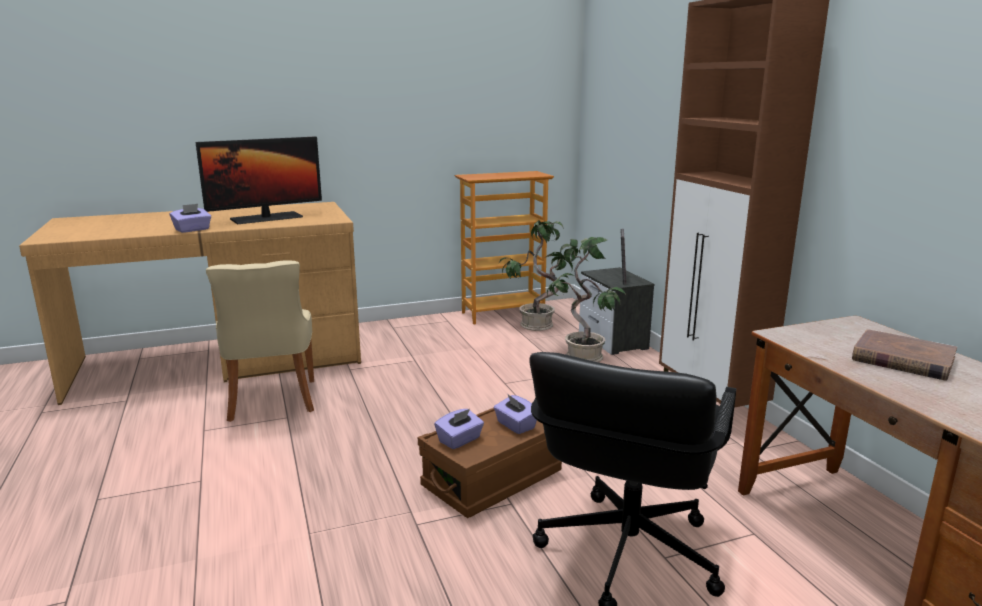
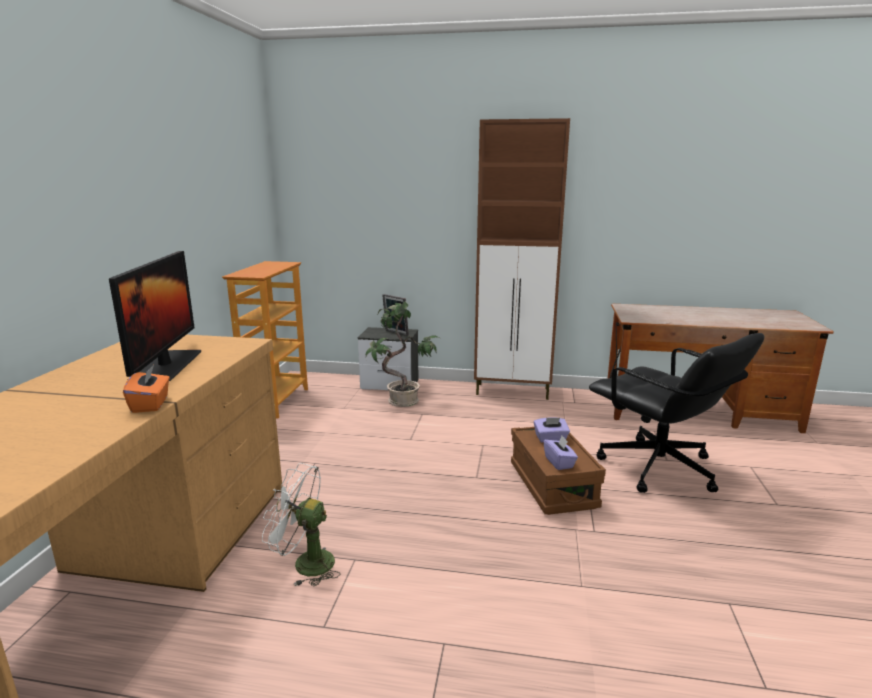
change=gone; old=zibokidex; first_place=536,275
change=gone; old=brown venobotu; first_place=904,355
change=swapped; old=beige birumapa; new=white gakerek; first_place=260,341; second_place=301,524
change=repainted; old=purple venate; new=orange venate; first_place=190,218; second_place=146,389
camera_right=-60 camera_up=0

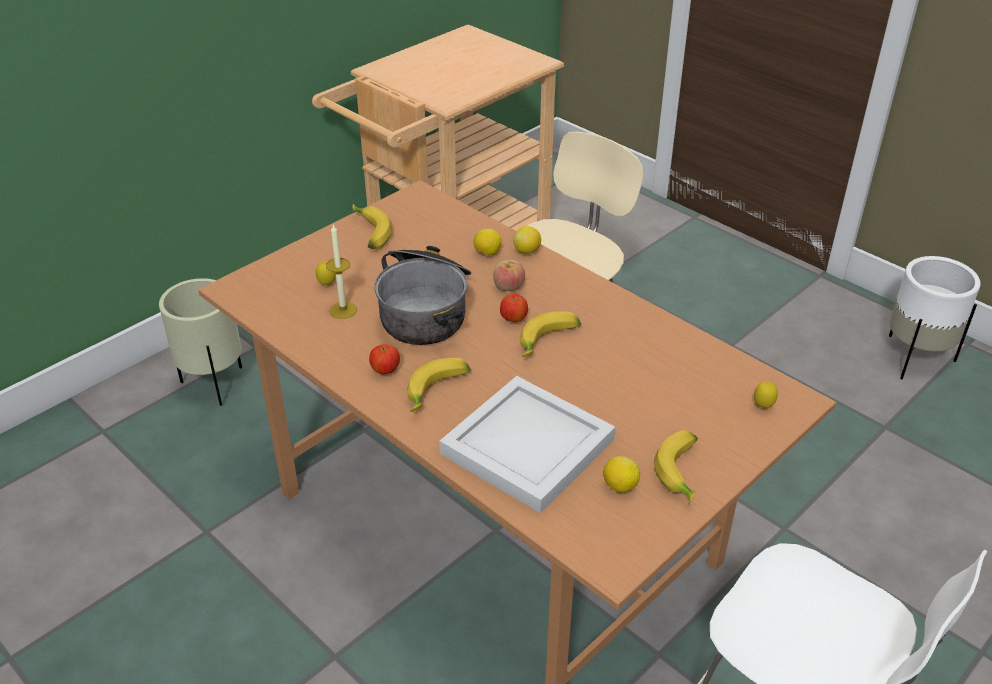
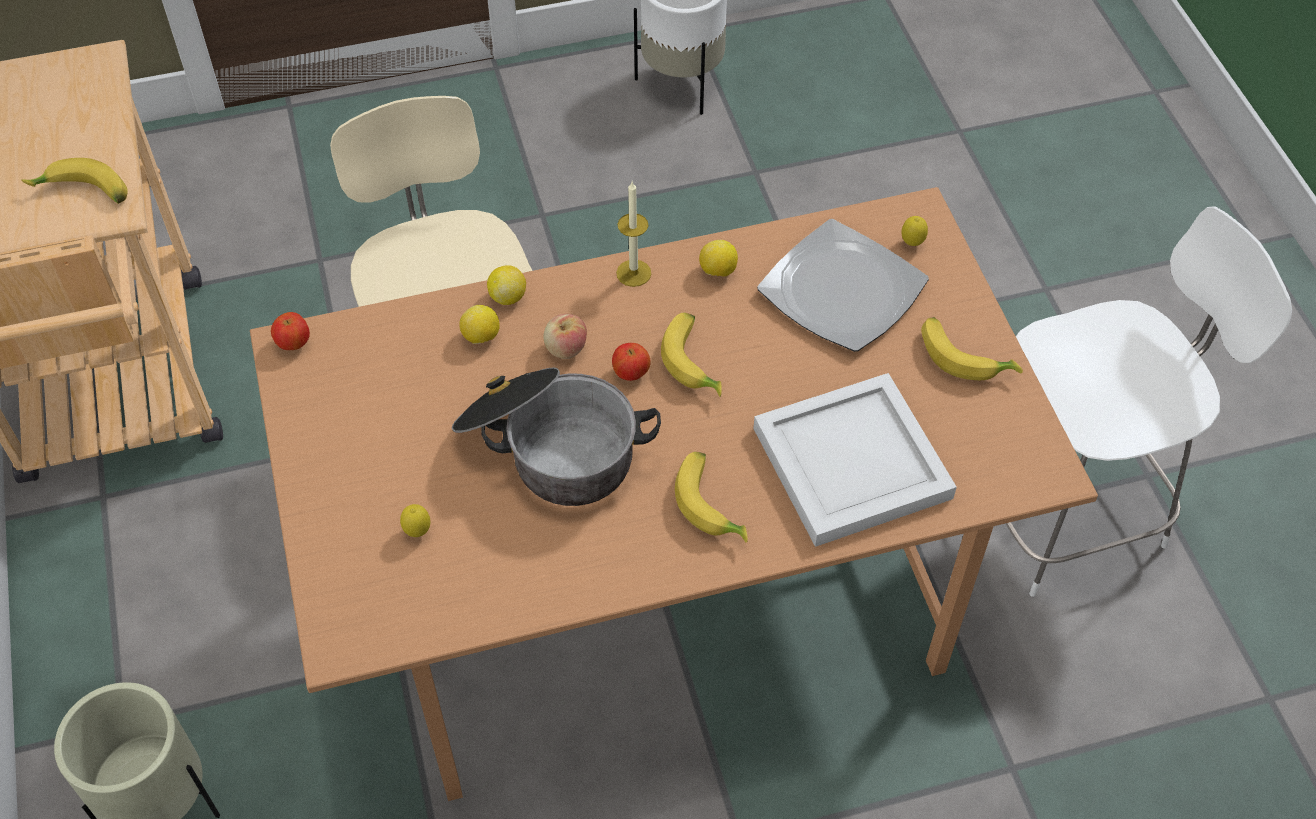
change=new; new=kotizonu; second_place=843,285
change=shifted; old=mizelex; first_place=341,272; second_place=633,234
change=shifted; old=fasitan; first_place=372,227; second_place=74,181
change=shifted; old=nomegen; first_place=384,359; second_place=290,331
change=shifted; old=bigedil; first_place=621,474; second_place=718,258
camera_right=-60 camera_up=15

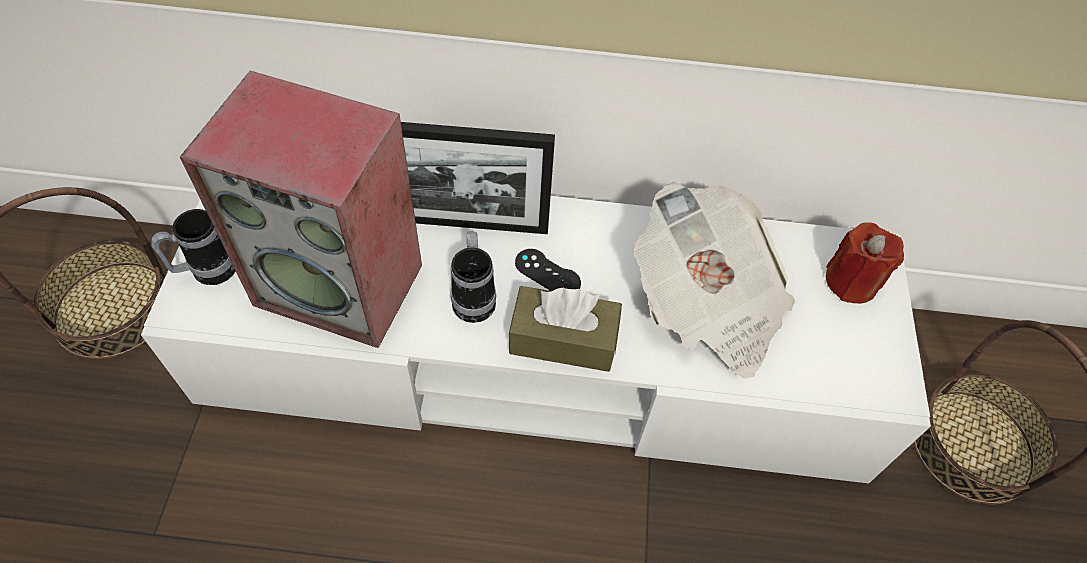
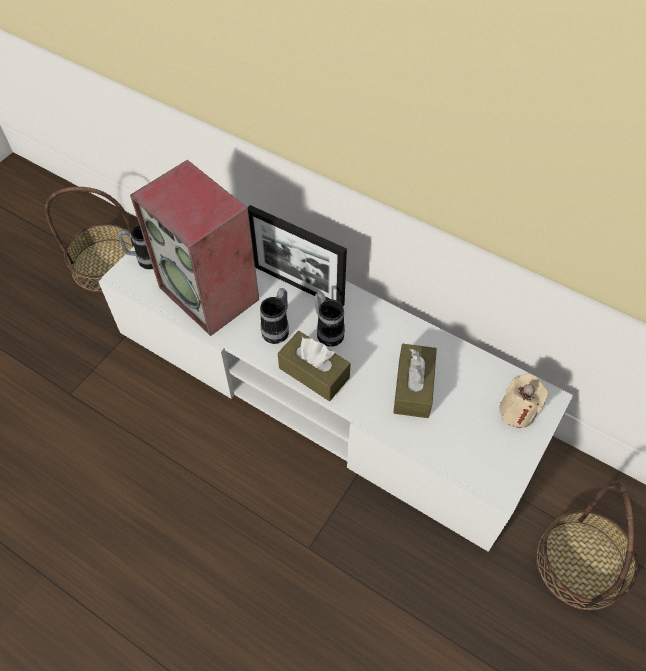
change=swapped; old=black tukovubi; new=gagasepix; first_place=548,270; second_place=330,319
change=swapped; old=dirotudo; new=brown venate; first_place=714,280; second_place=415,381
change=repainted; old=red mizelex; new=beige mizelex; first_place=865,263; second_place=523,401
camera_right=30 camera_up=0

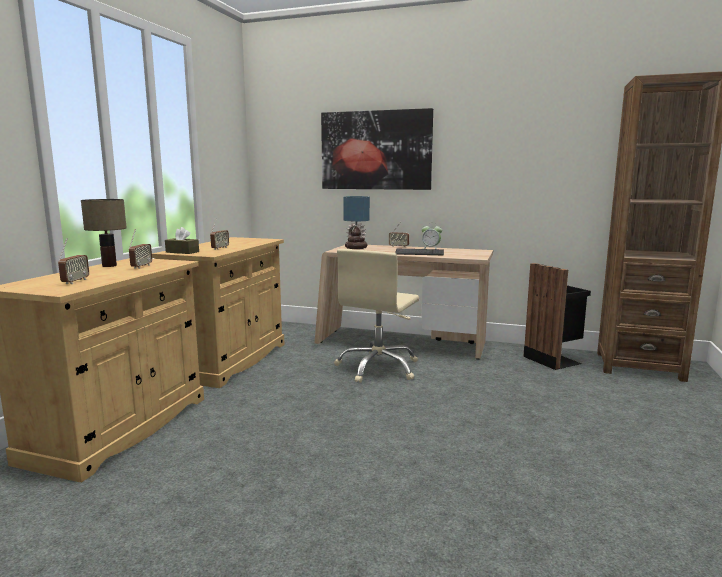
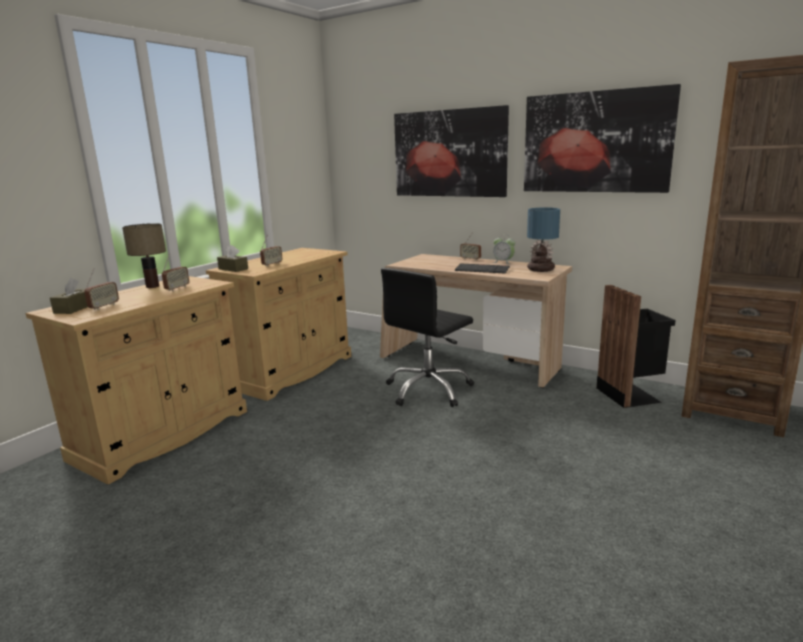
change=new; new=brown venate; second_place=69,296
change=new; new=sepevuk; second_place=602,138
change=shifted; old=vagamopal; first_place=356,222; second_place=543,239
change=repainted; old=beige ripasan; new=black ripasan; first_place=376,316; second_place=427,337
camera_right=15 camera_up=5

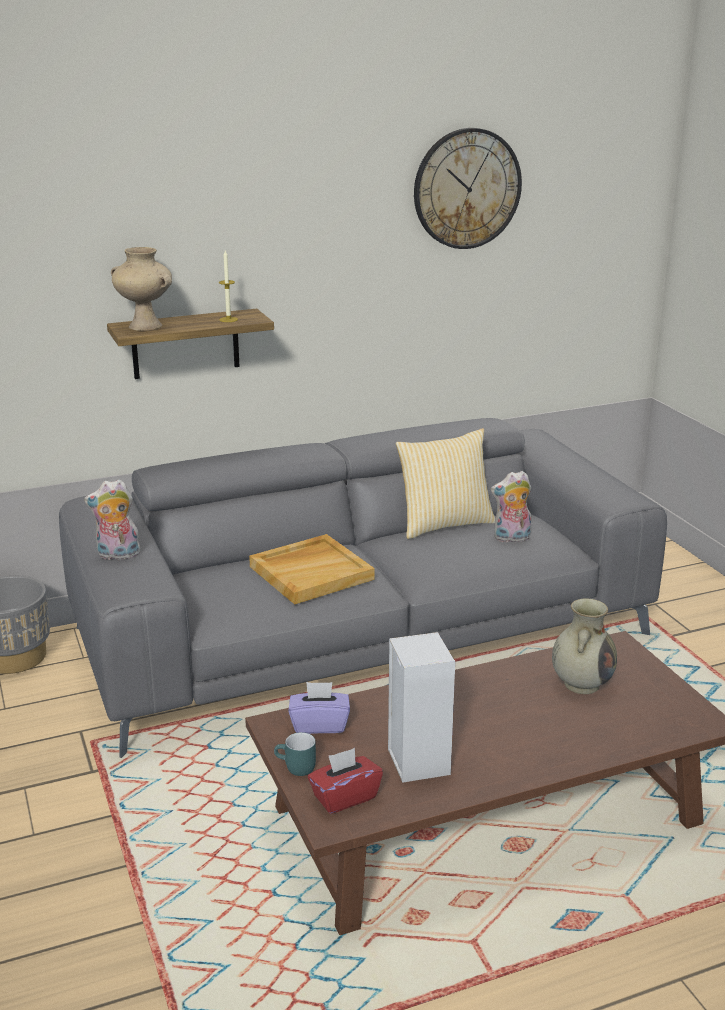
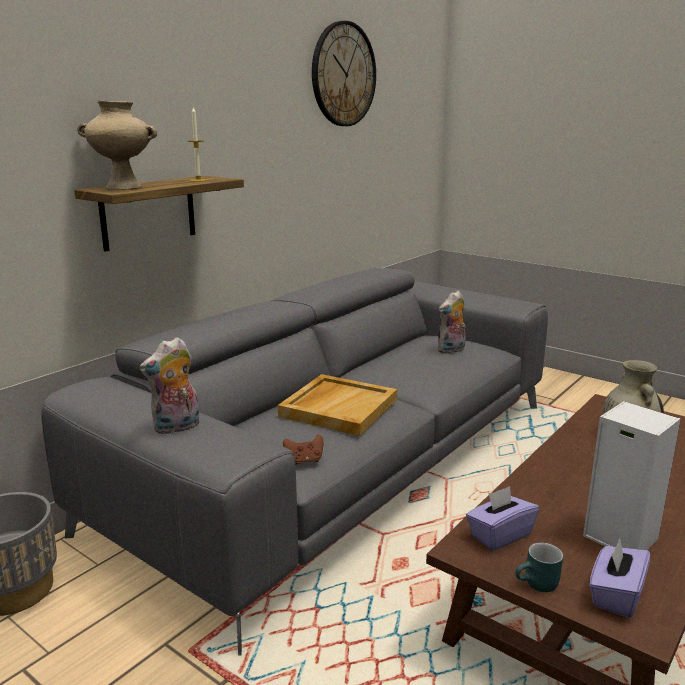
change=gone; old=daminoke; first_place=445,483
change=new; new=brown tukovubi; second_place=303,449
change=repainted; old=red venate; new=purple venate; first_place=345,781; second_place=619,578
camera_right=-30 camera_up=-5

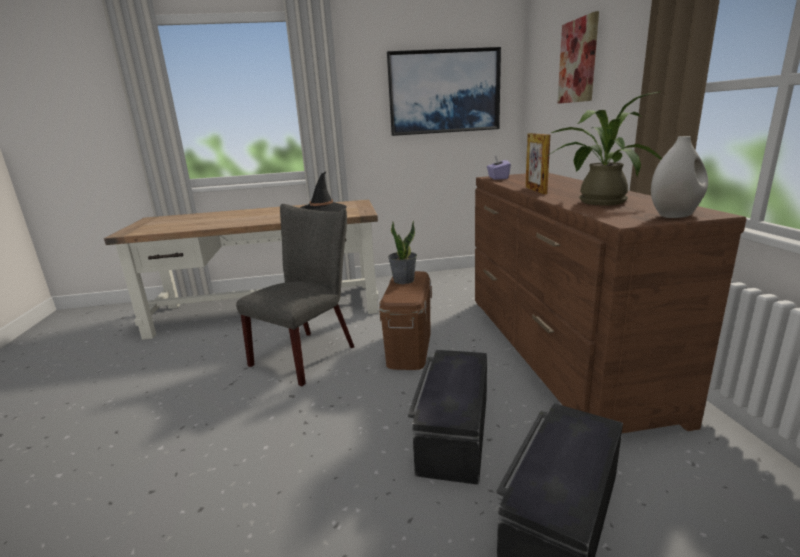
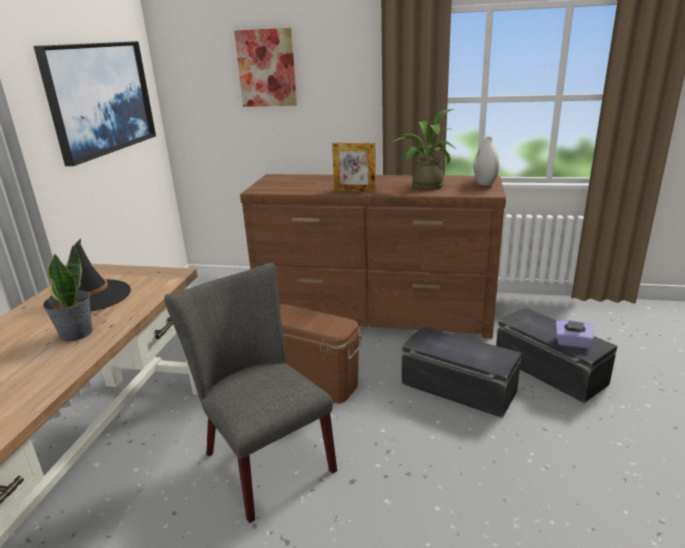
change=shifted; old=zibokidex; first_place=402,252; second_place=68,293
change=shifted; old=purple venate; first_place=499,167; second_place=575,334
camera_right=-70 camera_up=5

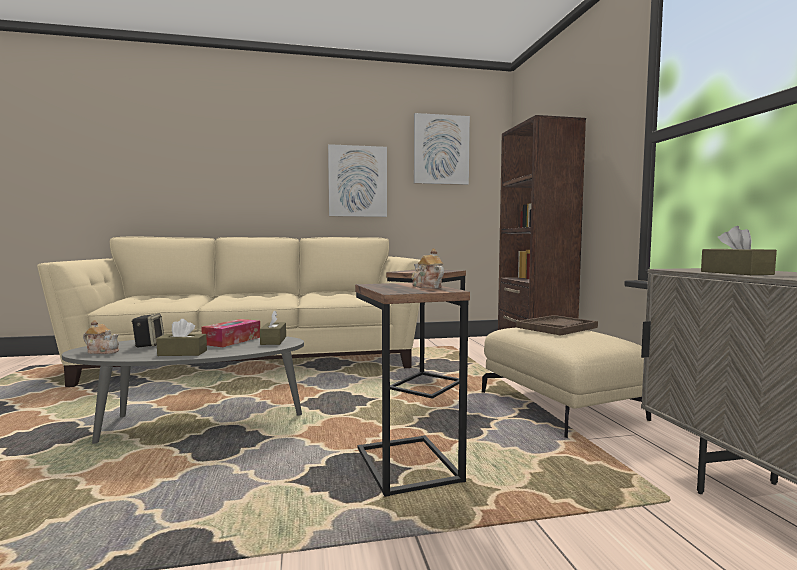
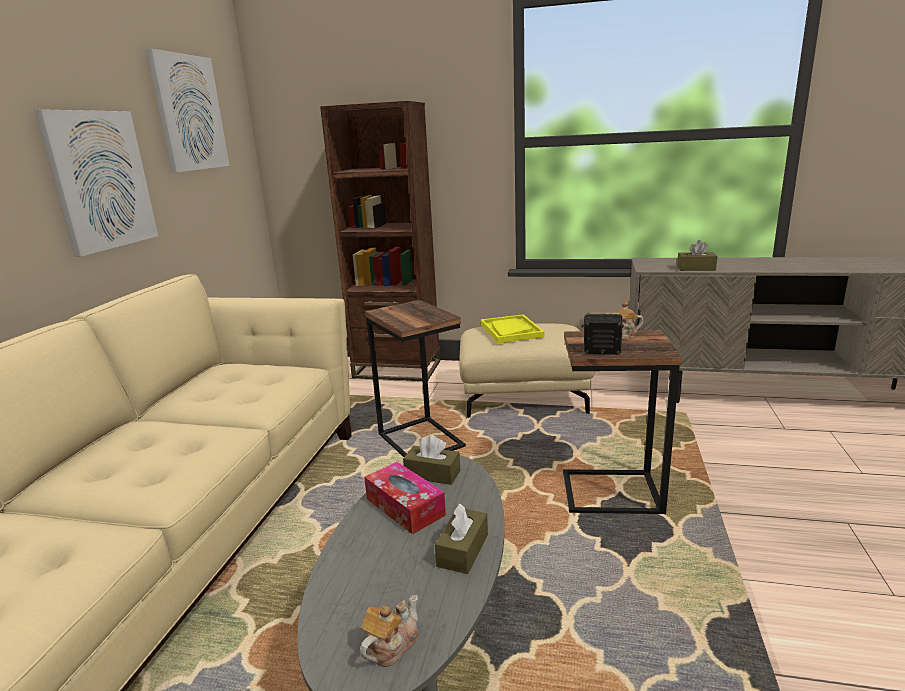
change=shifted; old=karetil; first_place=148,330; second_place=602,334
change=repainted; old=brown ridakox; new=yellow ridakox; first_place=557,325; second_place=512,328
camera_right=-65 camera_up=15

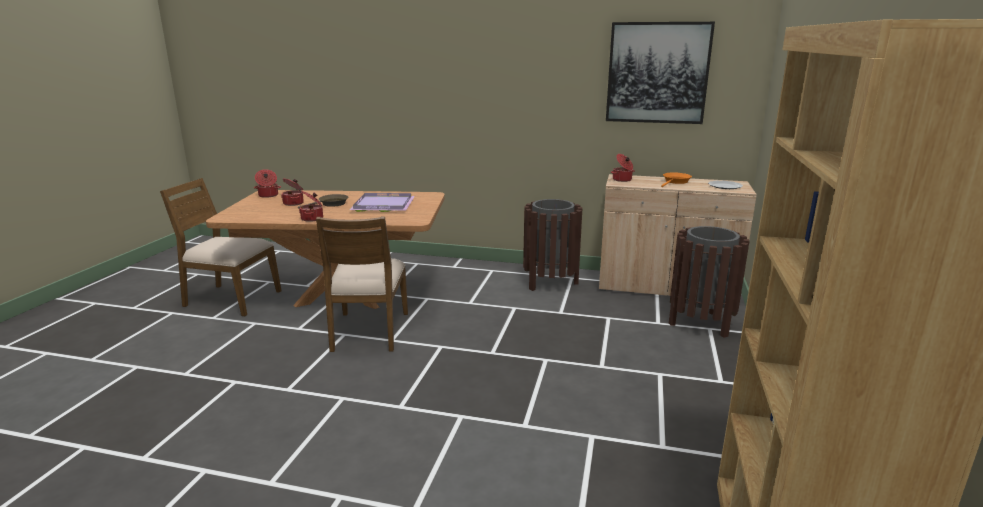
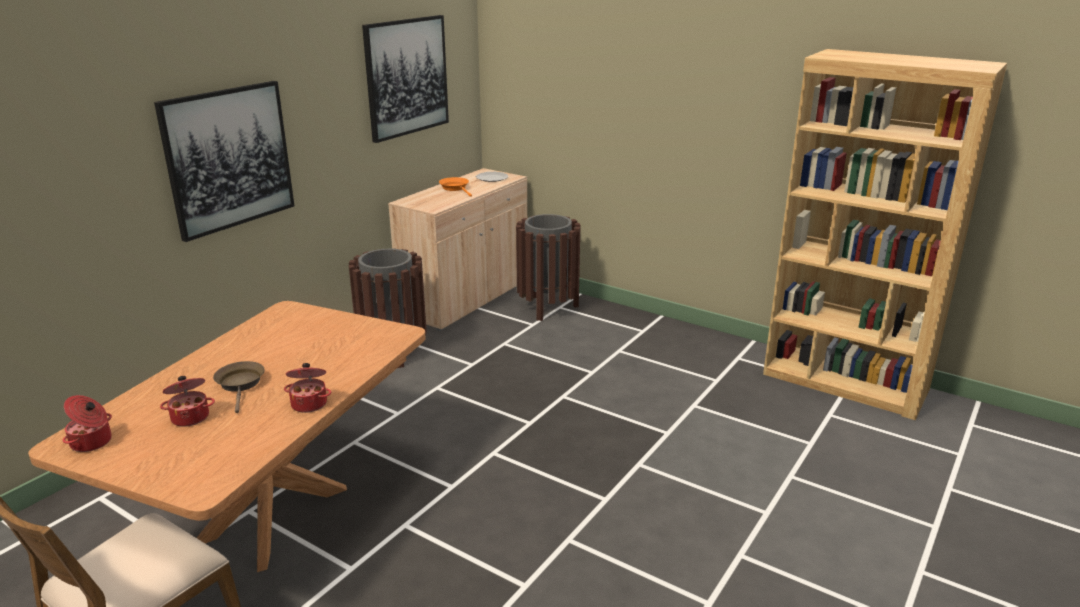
change=gone; old=brown birumapa; first_place=362,284
change=gone; old=purple ridakox; first_place=382,202
change=gone; old=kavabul; first_place=623,168
change=new; new=sepevuk; second_place=224,161
camera_right=-70 camera_up=5

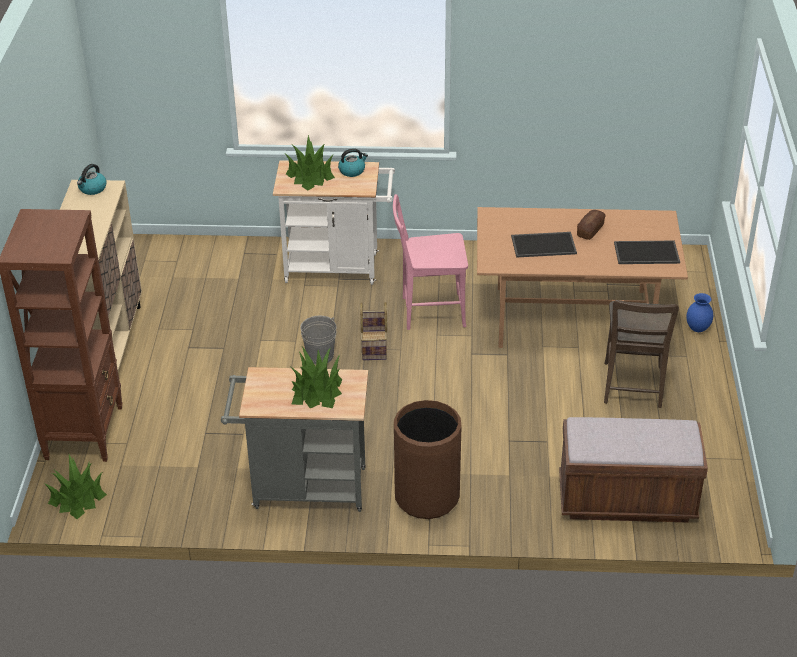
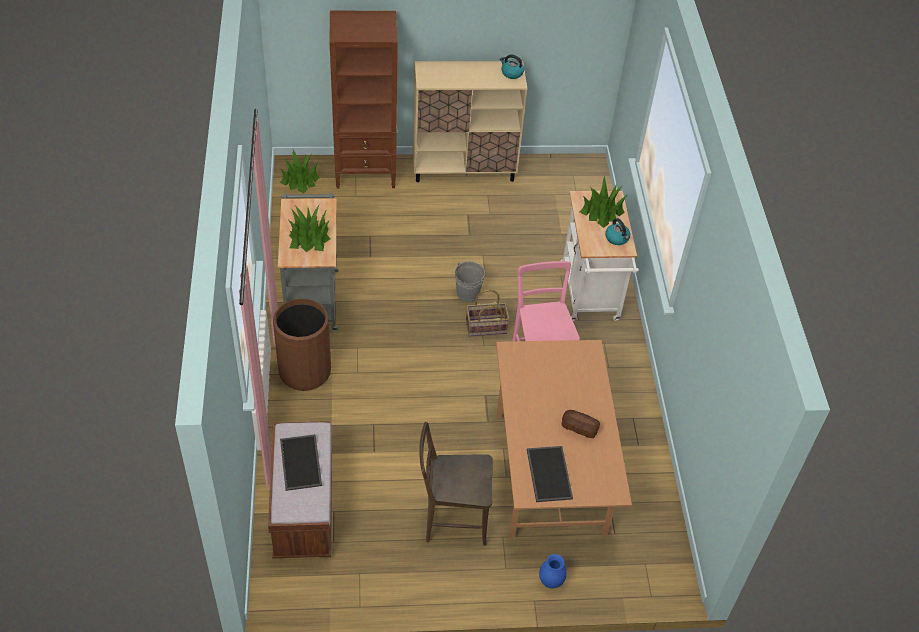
change=shifted; old=ridakox; first_place=544,245; second_place=301,462
camera_right=80 camera_up=10

